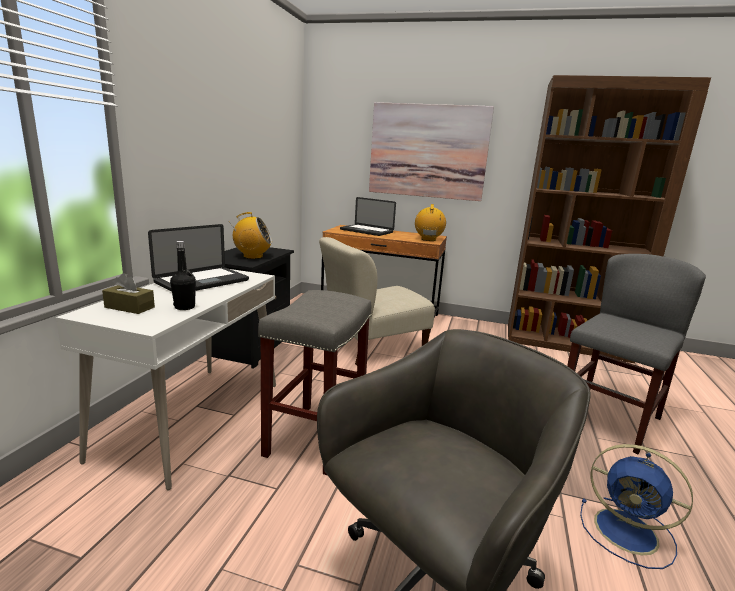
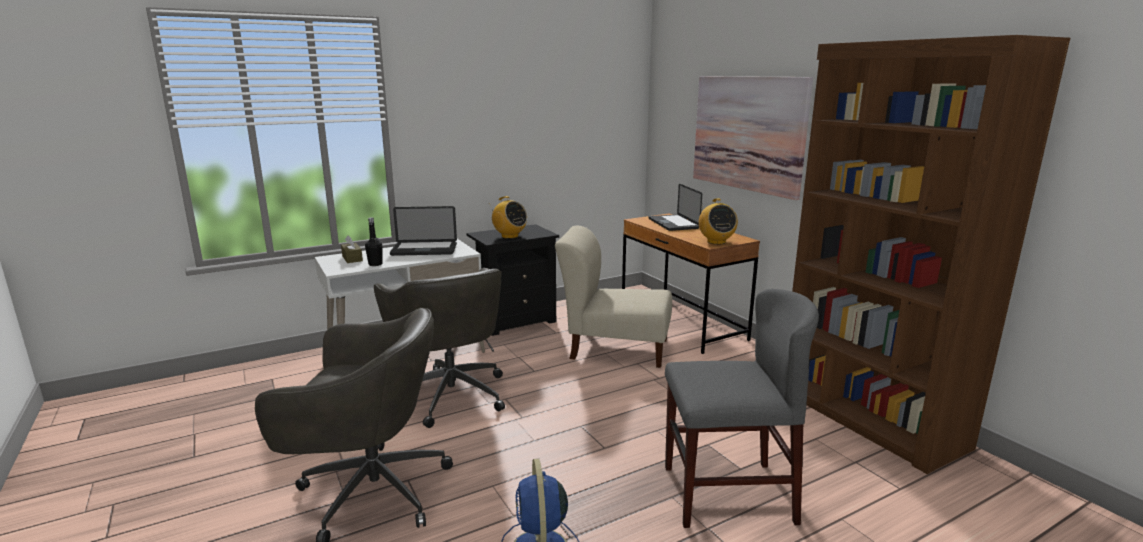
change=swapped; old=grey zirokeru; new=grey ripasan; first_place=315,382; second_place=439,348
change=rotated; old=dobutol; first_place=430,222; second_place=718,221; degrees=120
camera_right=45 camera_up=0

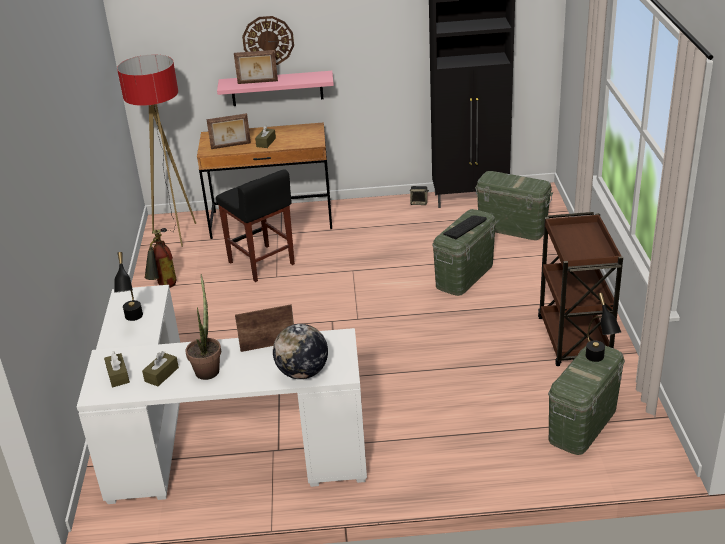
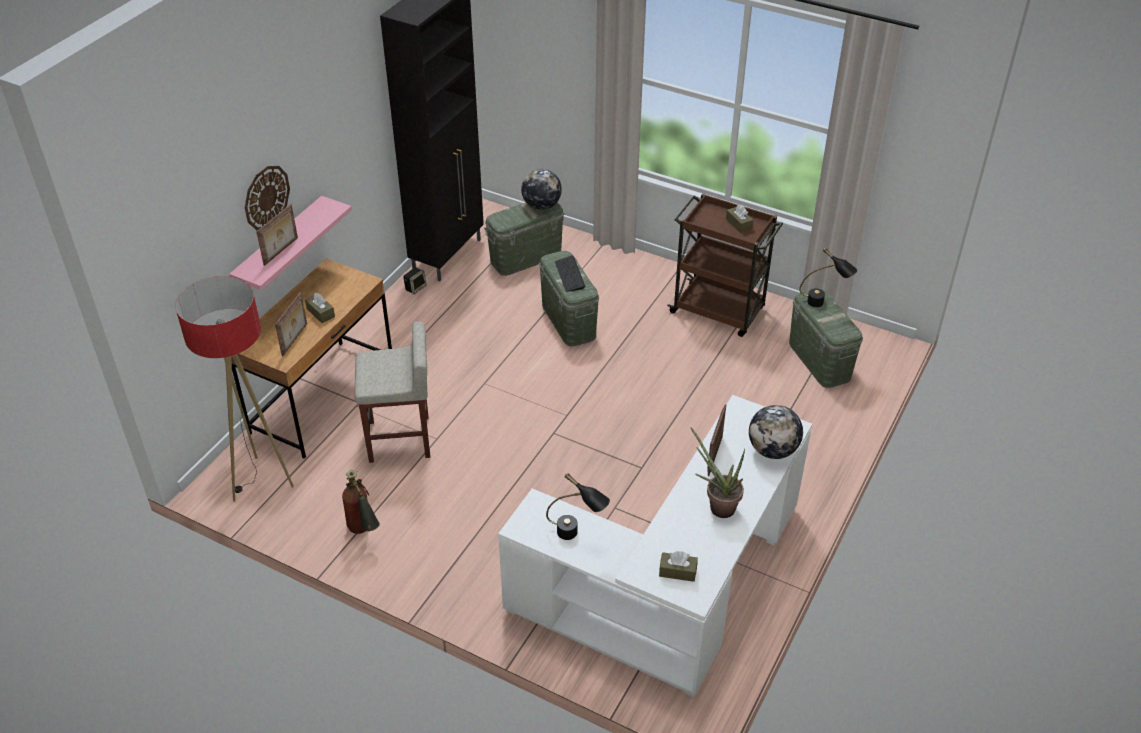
change=new; new=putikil; second_place=541,189
change=shifted; old=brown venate; first_place=160,368; second_place=739,218
change=repainted; old=black zirokeru; new=beige zirokeru; first_place=255,225; second_place=392,392
camera_right=-60 camera_up=10

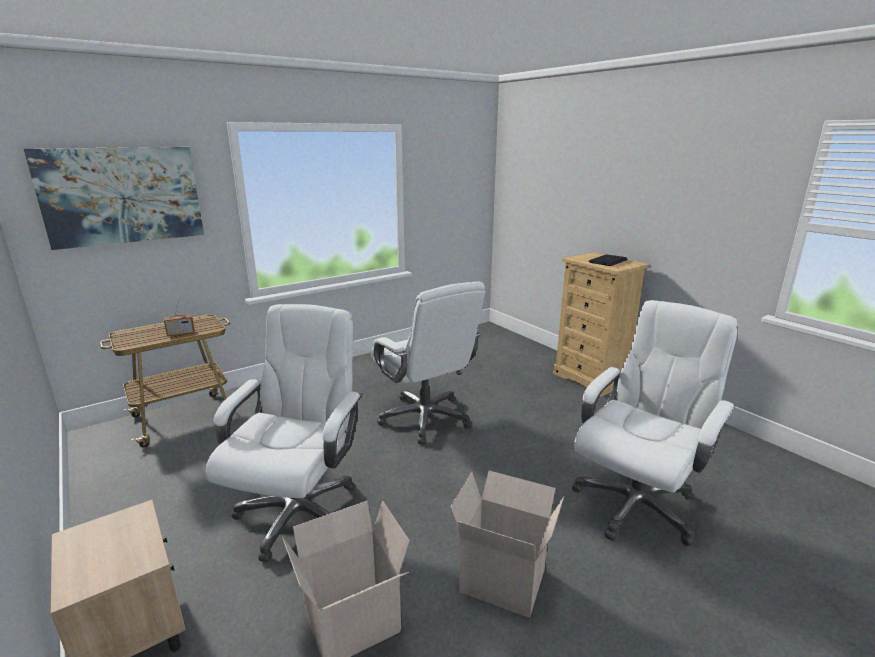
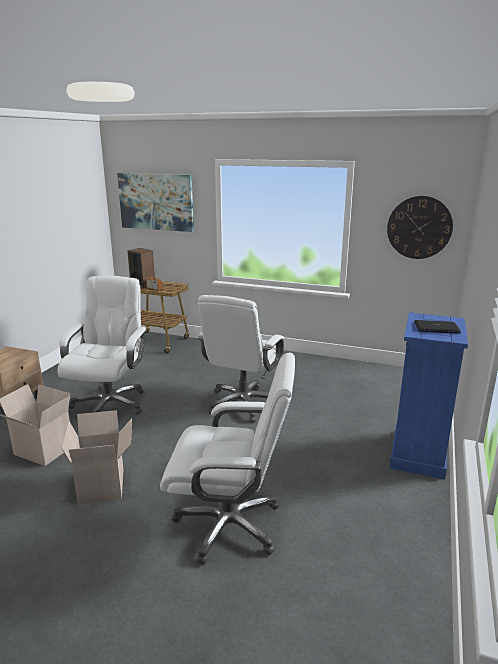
change=new; new=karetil; second_place=141,268
change=new; new=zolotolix; second_place=420,227
change=repainted; old=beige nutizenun; new=blue nutizenun; first_place=601,324; second_place=429,395
change=rotated; old=white ripasan; first_place=283,433; second_place=102,345; degrees=-60
camera_right=55 camera_up=0

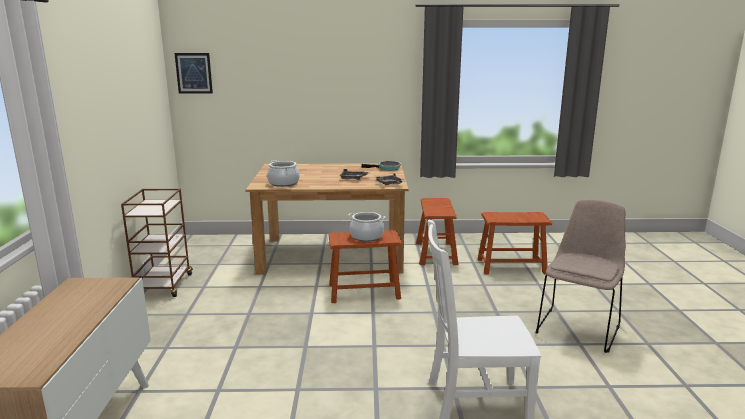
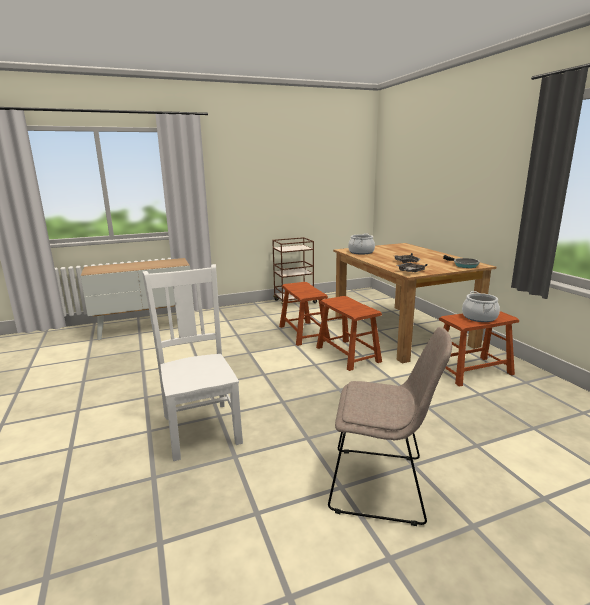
change=gone; old=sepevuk; first_place=194,73
change=shifted; old=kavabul; first_place=367,227; second_place=481,306
change=shifted; old=brown zirokeru; first_place=514,243; second_place=304,314
camera_right=70 camera_up=0

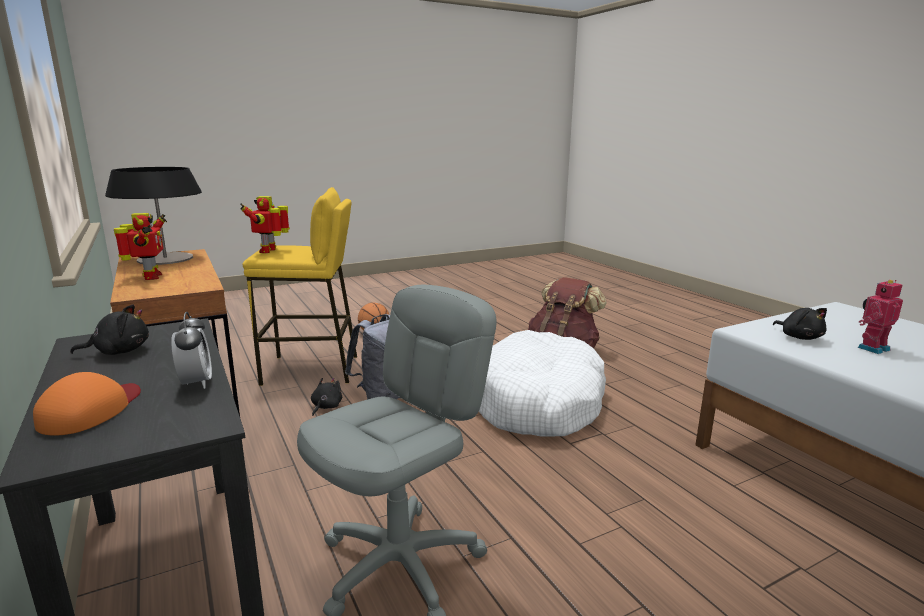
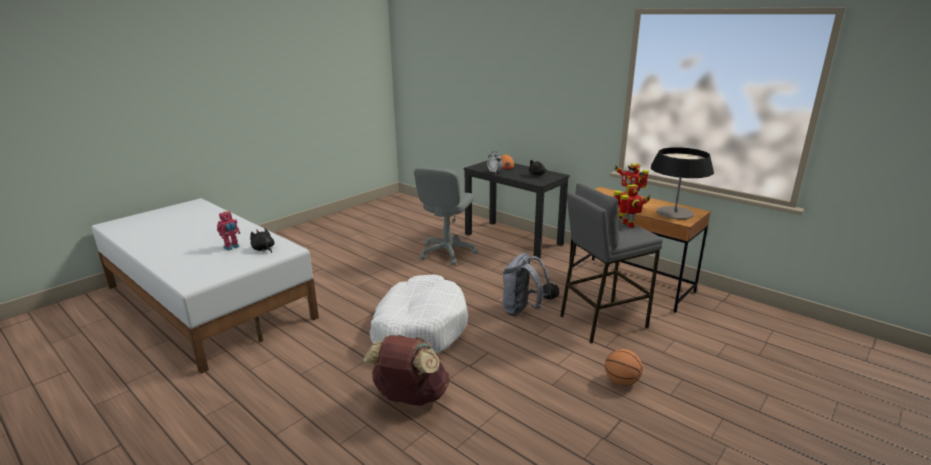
change=repainted; old=yellow zirokeru; new=grey zirokeru; first_place=299,286; second_place=611,263
camera_right=160 camera_up=5

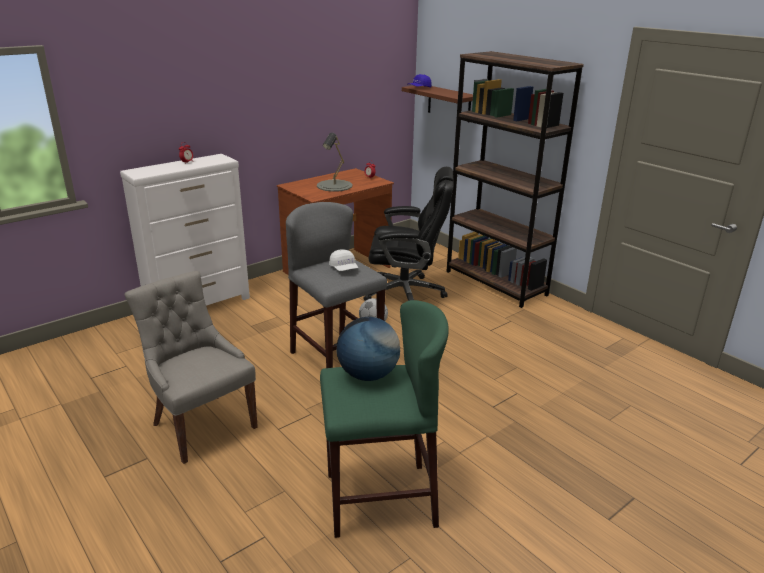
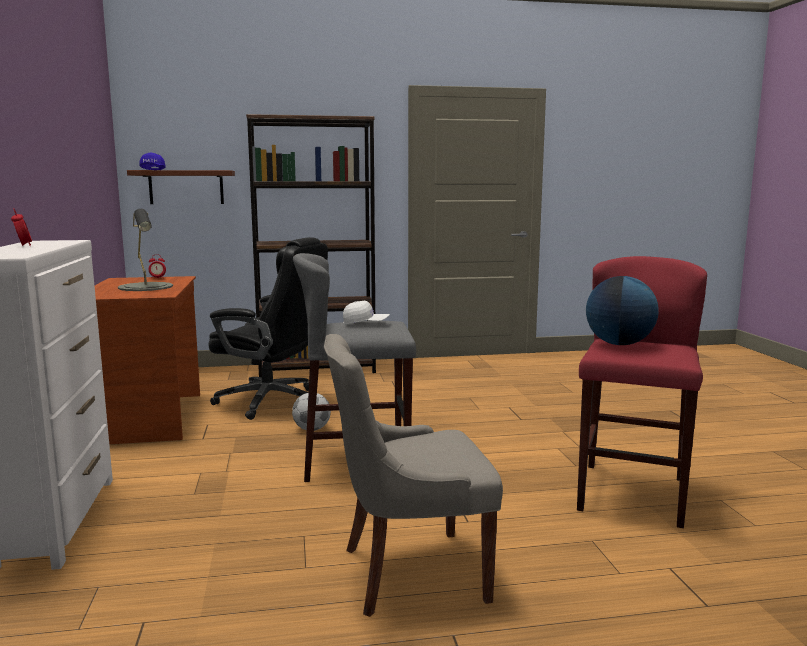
change=repainted; old=green zirokeru; new=red zirokeru; first_place=384,419; second_place=642,392
change=rotated; old=black ripasan; first_place=408,234; second_place=268,328; degrees=75
camera_right=-60 camera_up=-15

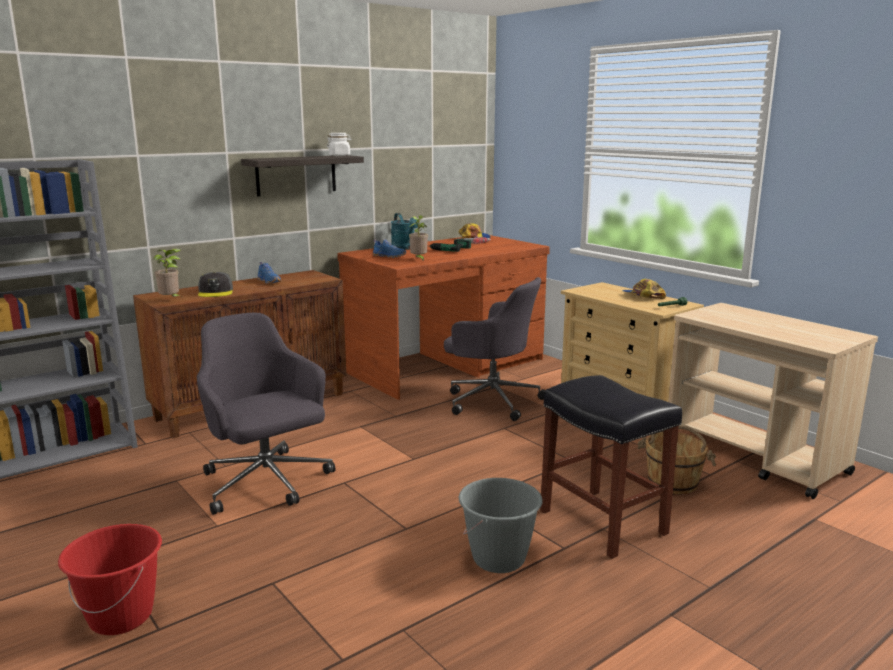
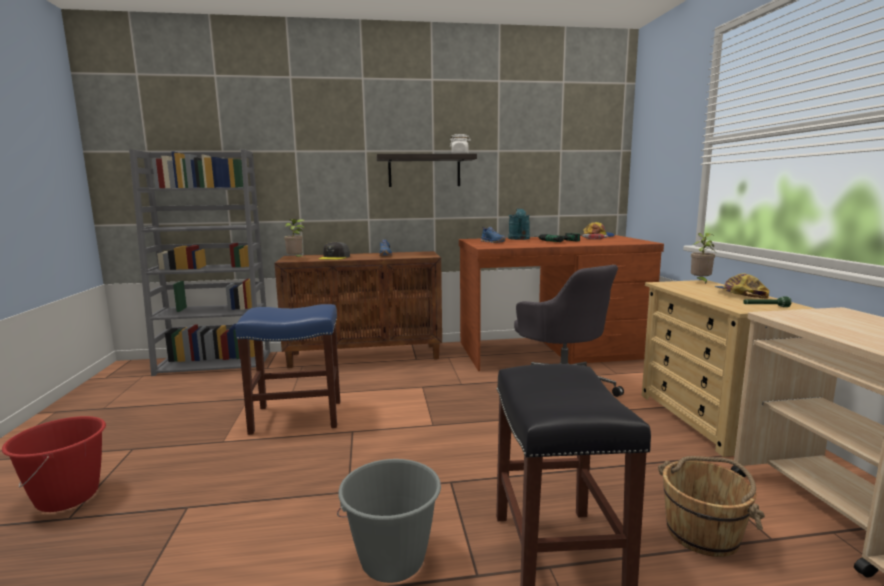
change=shifted; old=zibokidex; first_place=419,237; second_place=703,259
change=swapped; old=grey ripasan; new=blue zirokeru; first_place=266,414; second_place=287,369
camera_right=30 camera_up=-5

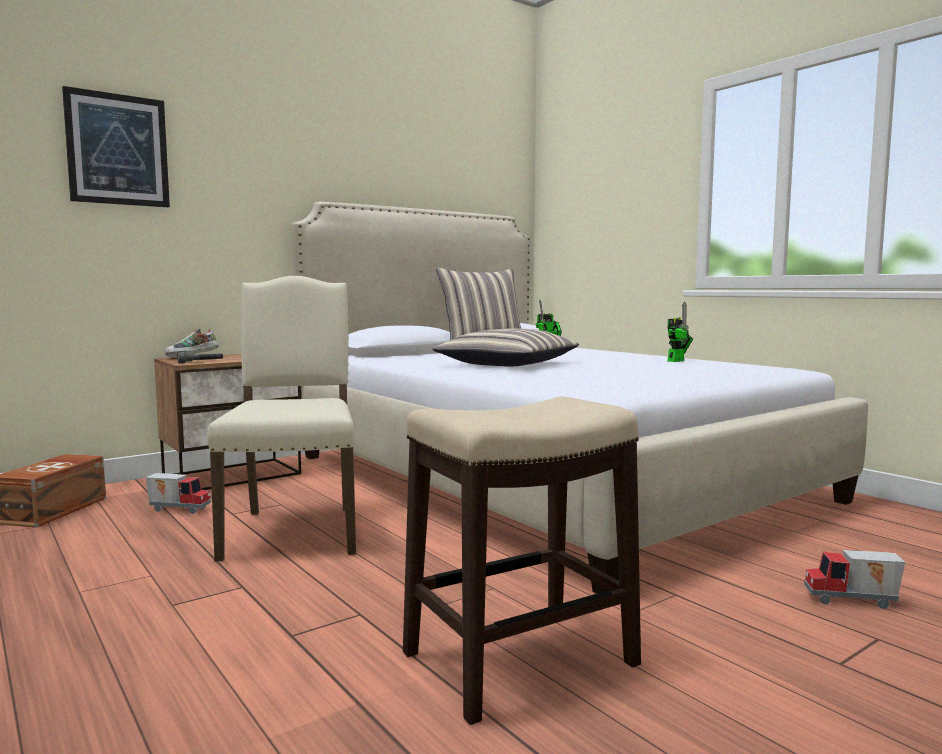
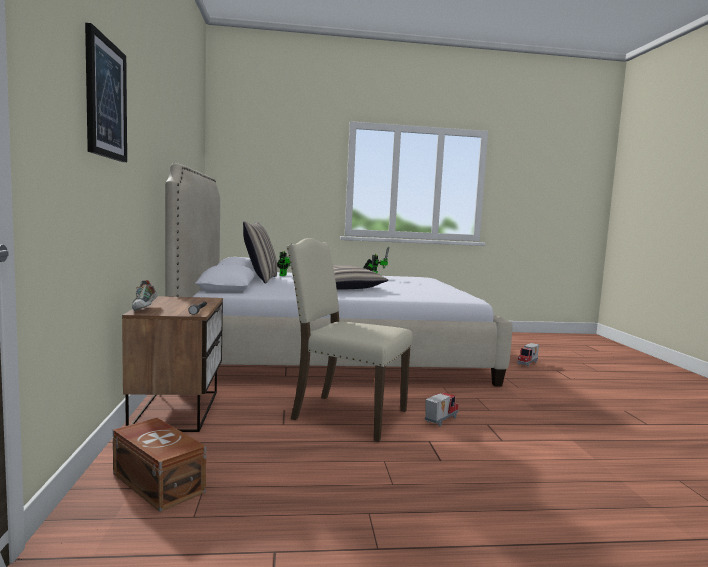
change=gone; old=zirokeru; first_place=522,560
change=shifted; old=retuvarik; first_place=178,493; second_place=442,409
camera_right=-60 camera_up=0

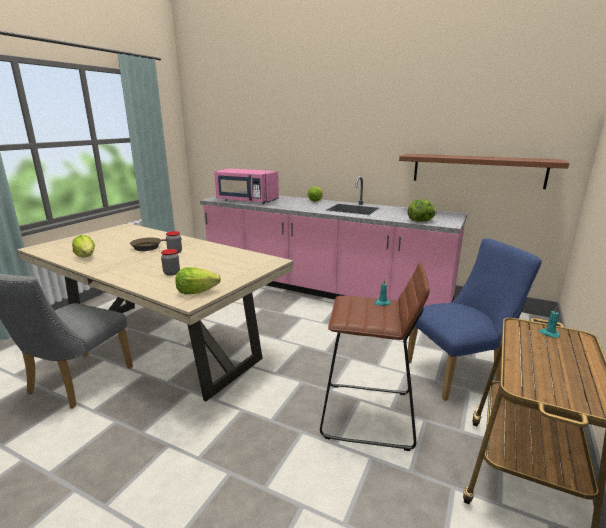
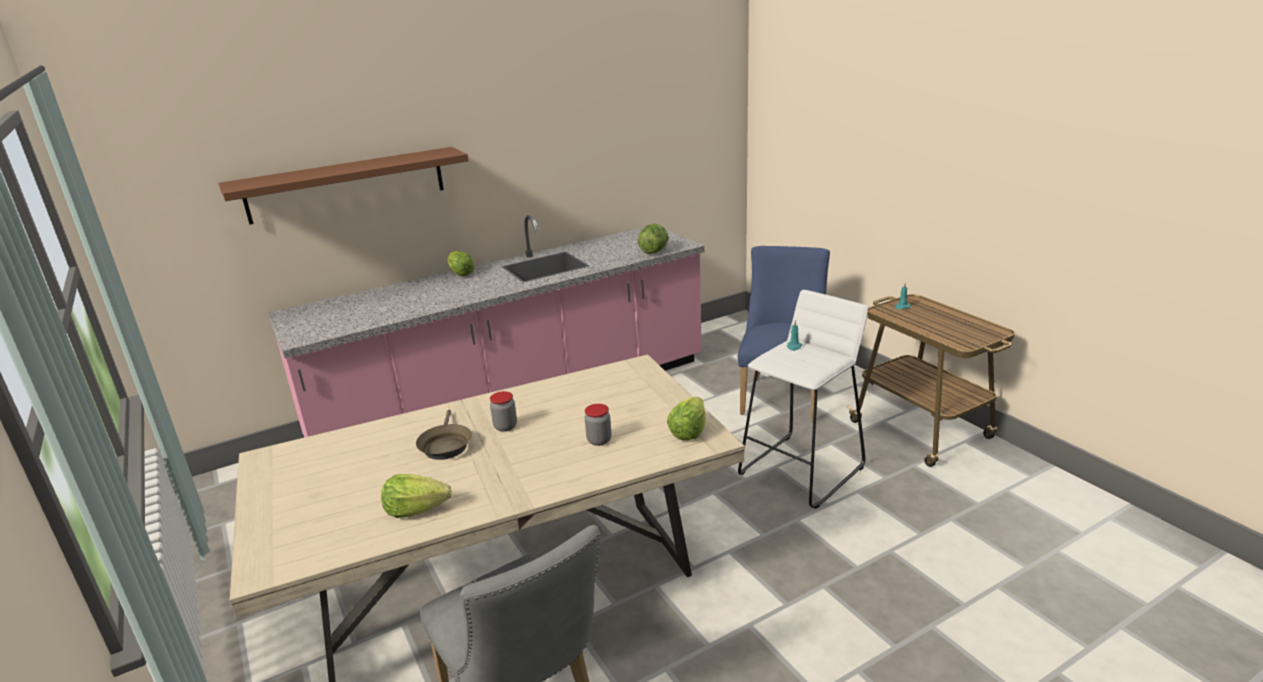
change=gone; old=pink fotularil; first_place=246,186
change=shifted; old=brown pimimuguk; first_place=484,171; second_place=343,186
change=repainted; old=brown zirokeru; new=white zirokeru; first_place=375,356; second_place=803,399
camera_right=-55 camera_up=5

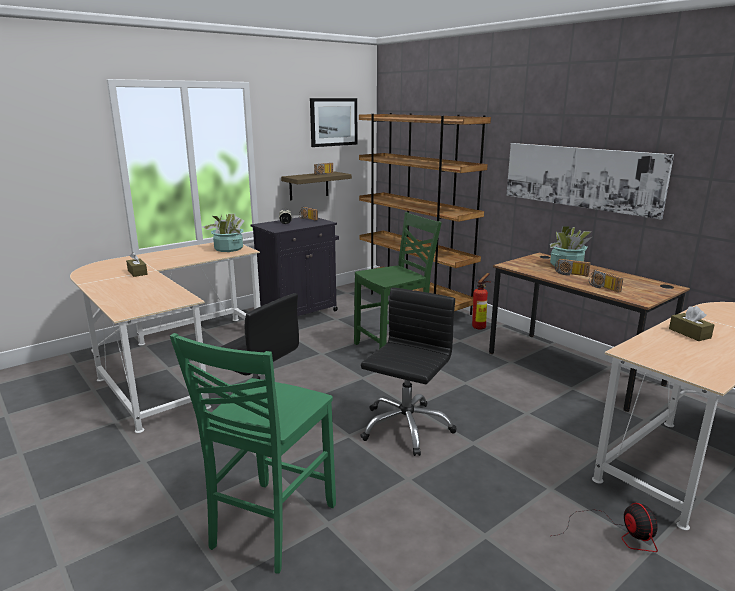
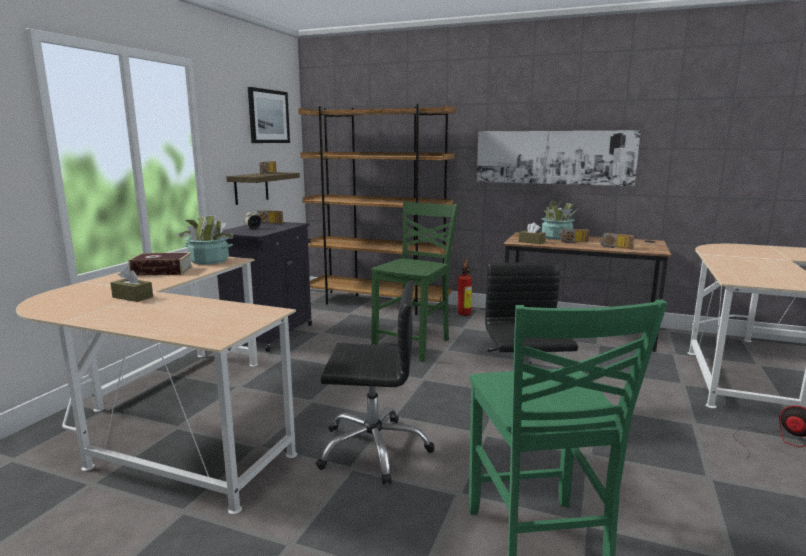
change=new; new=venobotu; second_place=160,264
change=shifted; old=brown venate; first_place=691,323; second_place=532,233
camera_right=-30 camera_up=-5

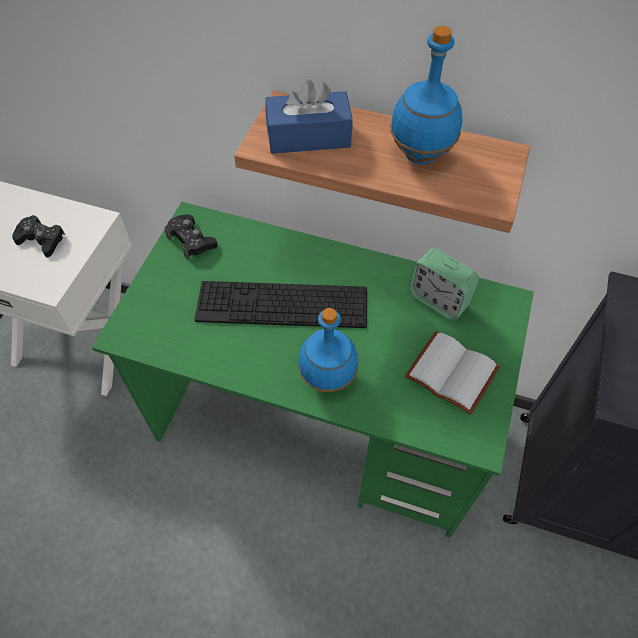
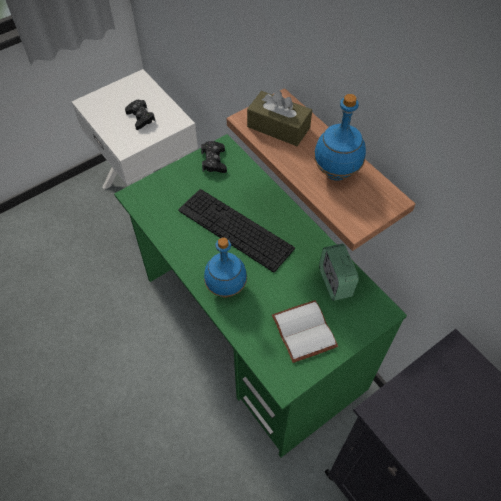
change=repainted; old=blue venate; new=brown venate; first_place=309,116; second_place=279,118
camera_right=35 camera_up=0

